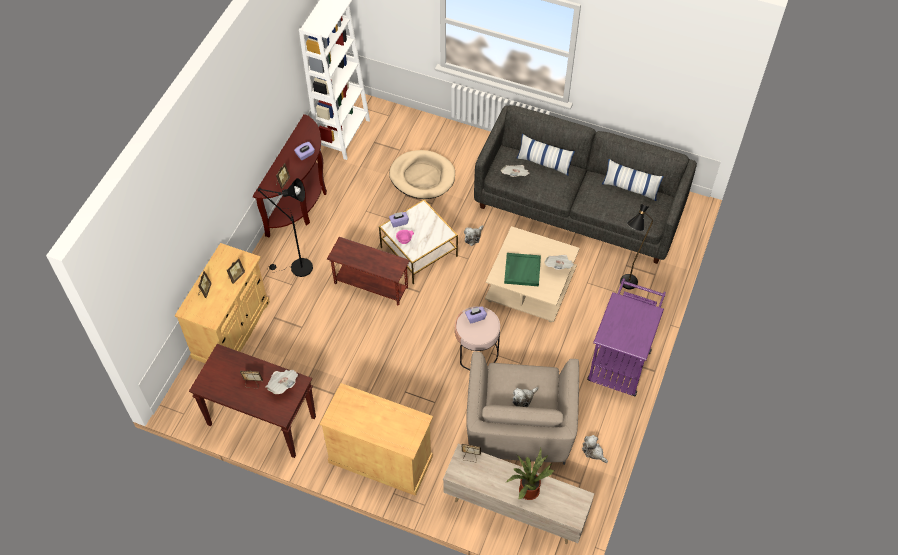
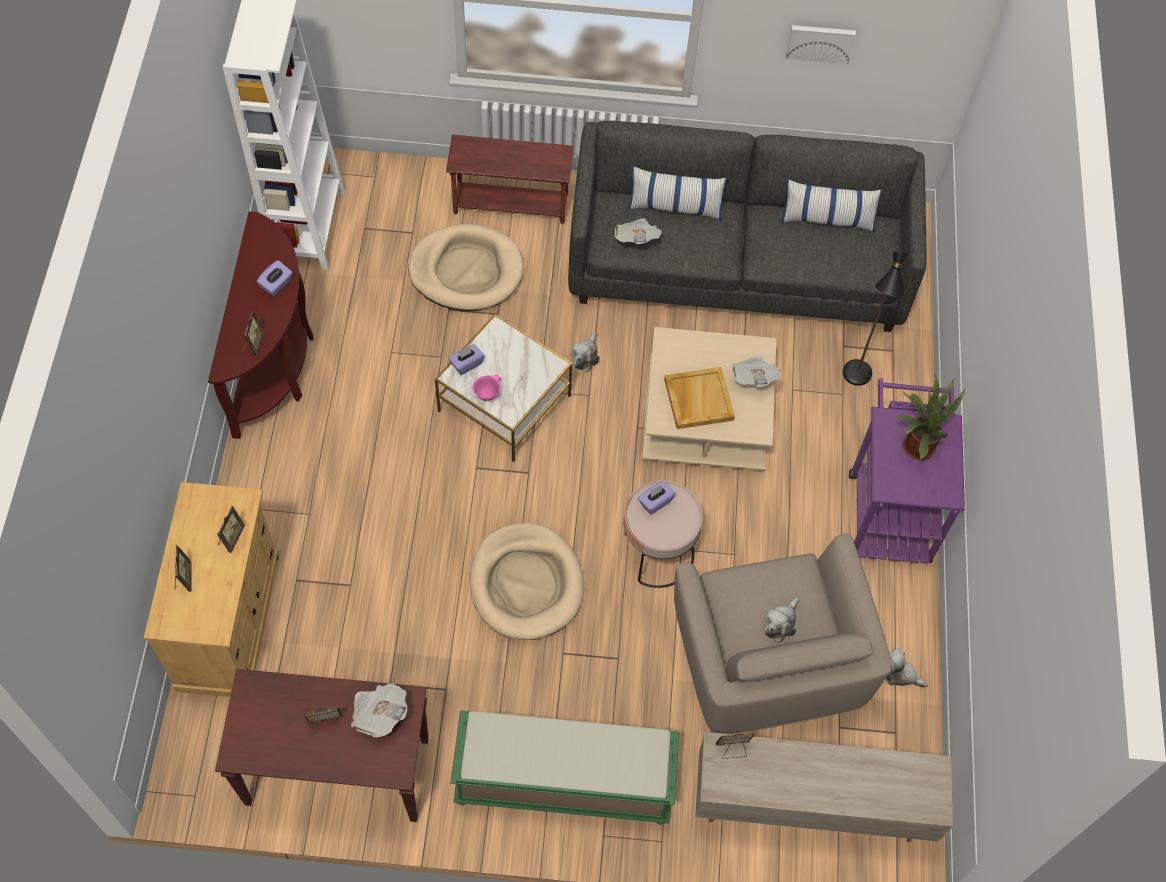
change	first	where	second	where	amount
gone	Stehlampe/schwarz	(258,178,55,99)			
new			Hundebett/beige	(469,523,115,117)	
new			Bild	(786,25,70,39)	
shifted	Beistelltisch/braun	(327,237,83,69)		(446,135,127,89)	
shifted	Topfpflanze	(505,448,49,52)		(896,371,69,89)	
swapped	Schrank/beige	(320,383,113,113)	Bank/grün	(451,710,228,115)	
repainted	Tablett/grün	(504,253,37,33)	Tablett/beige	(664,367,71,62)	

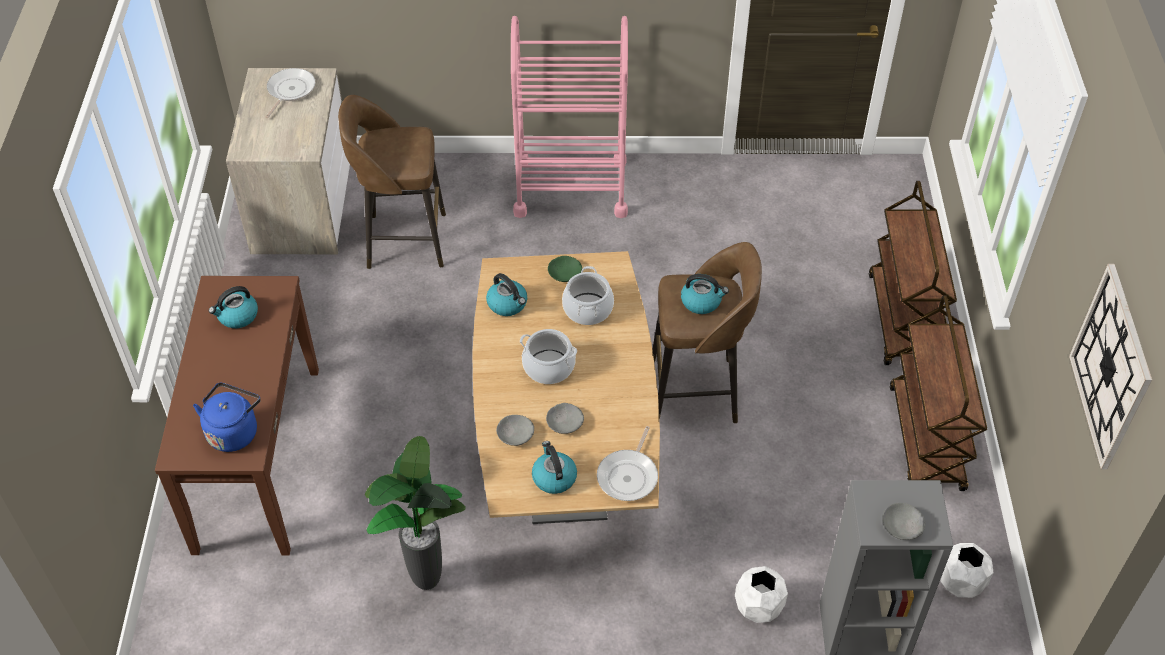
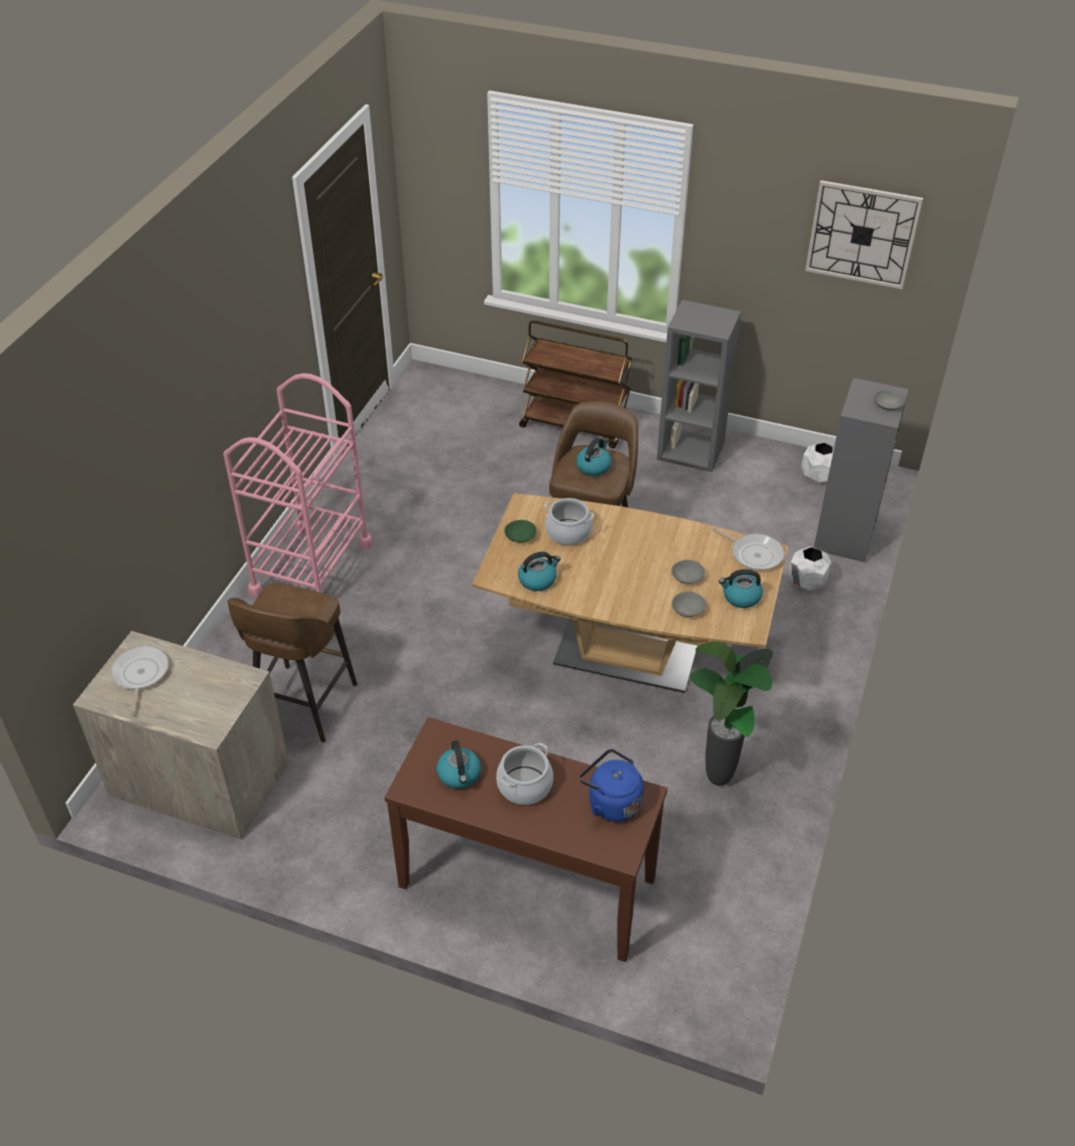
change	first	where	second	where	amount
shifted	Kochtopf	(520,329,57,55)		(496,742,57,63)	
swapped	Rollwagen/braun	(890,295,97,196)	Bücherregal/grau	(657,300,84,172)	
rotated	Pfanne	(266,68,49,50)		(111,646,57,70)	45 degrees clockwise

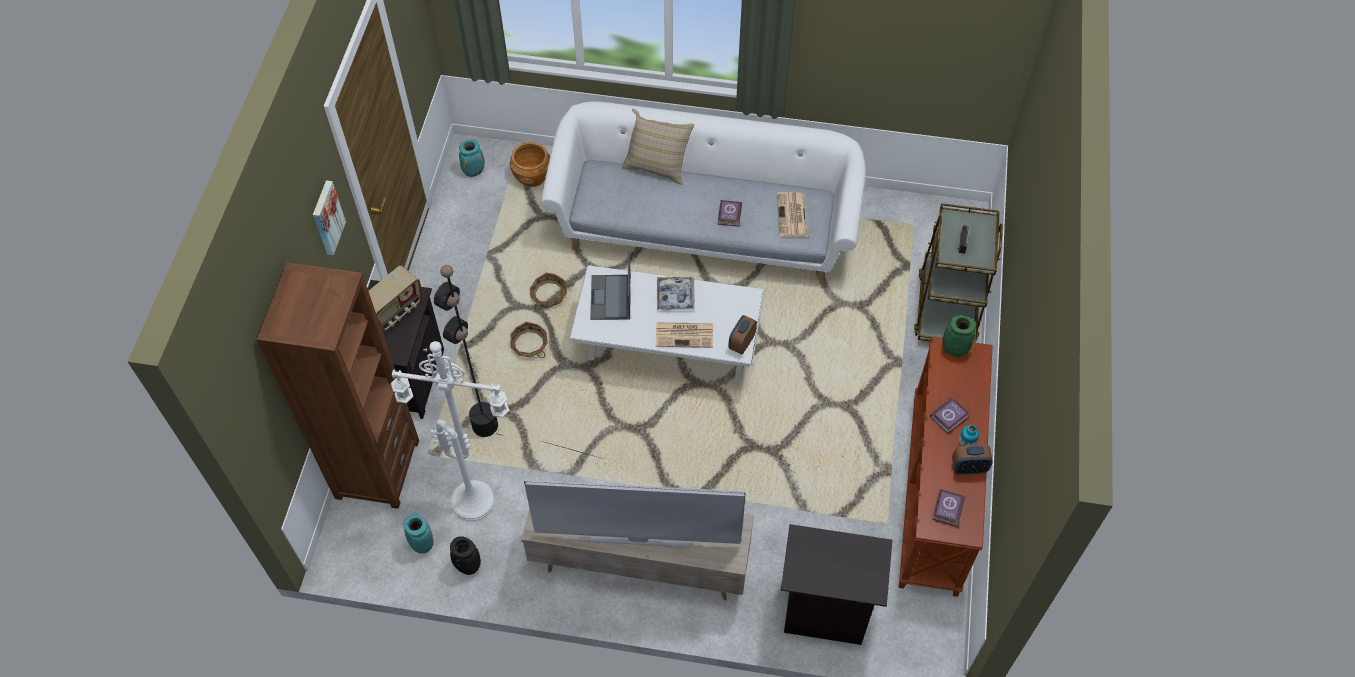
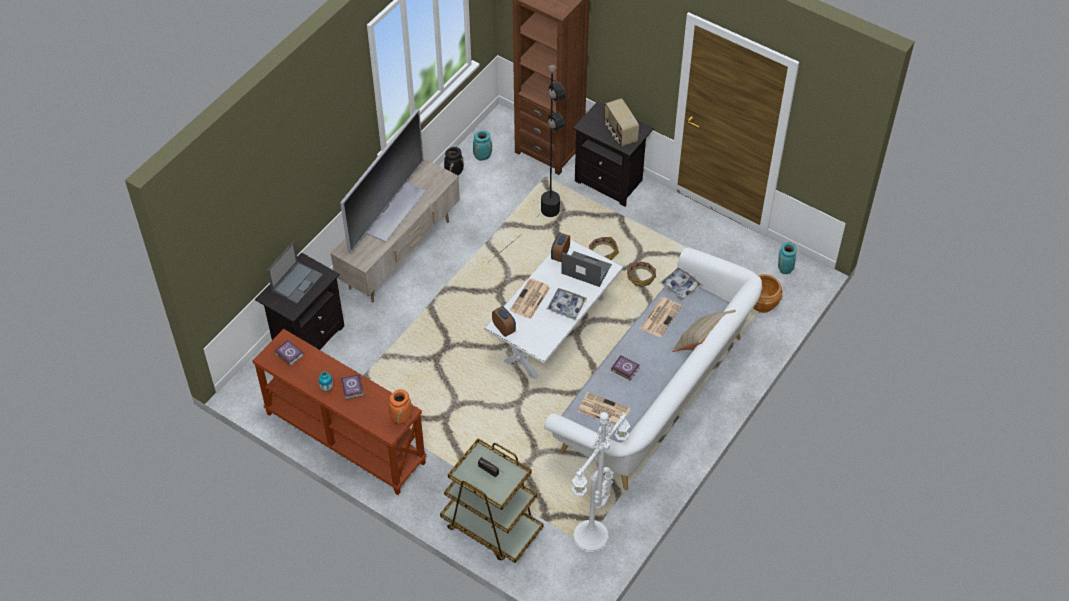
change	first	where	second	where	amount
gone	Bild	(313,180,33,75)			
new			Laptop	(267,241,56,63)	
new			Zeitung	(640,297,42,40)	
new			Tablett	(660,268,42,32)	
shifted	Stehlampe/weiß	(391,341,118,180)		(572,412,58,141)	
shifted	Wecker	(952,445,41,30)		(551,233,19,29)	
repainted	Vase/grün	(942,315,34,42)	Vase/orange	(389,389,23,36)	

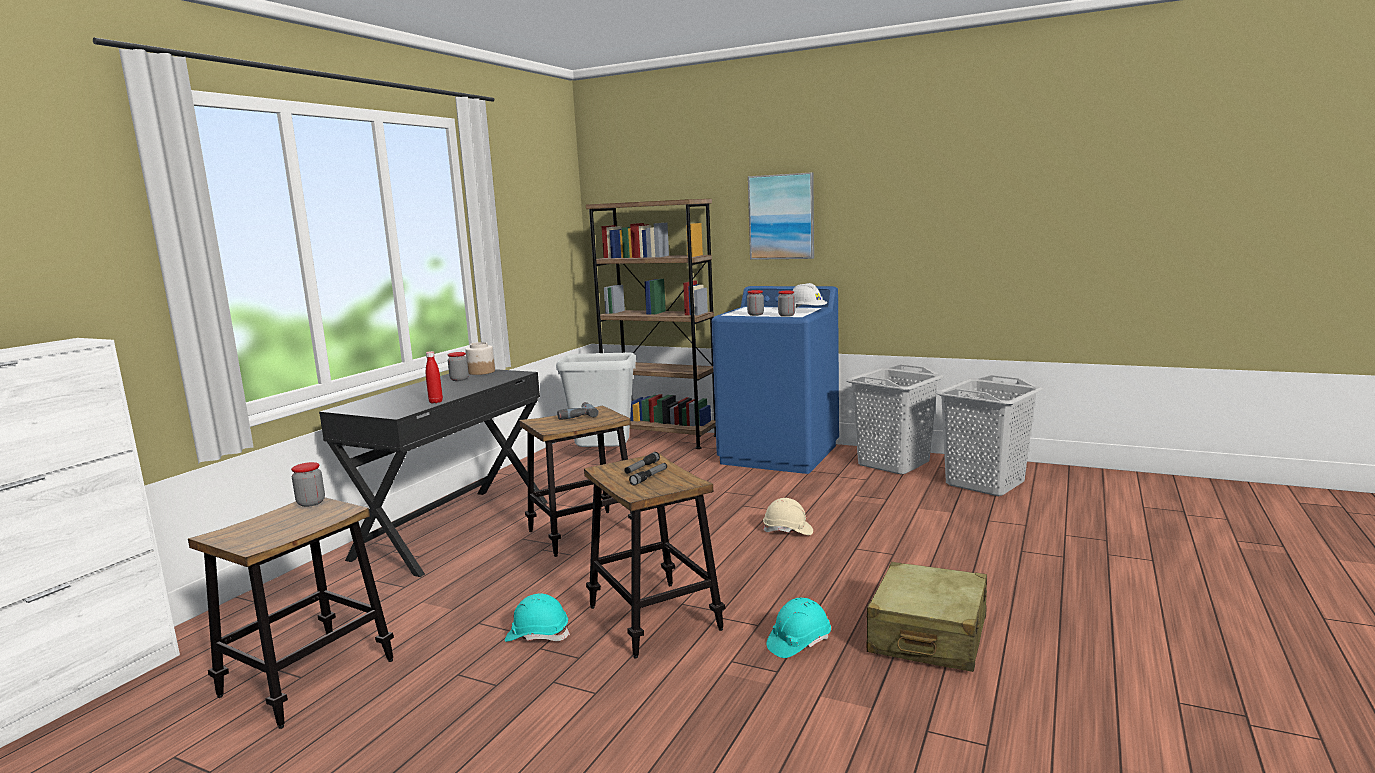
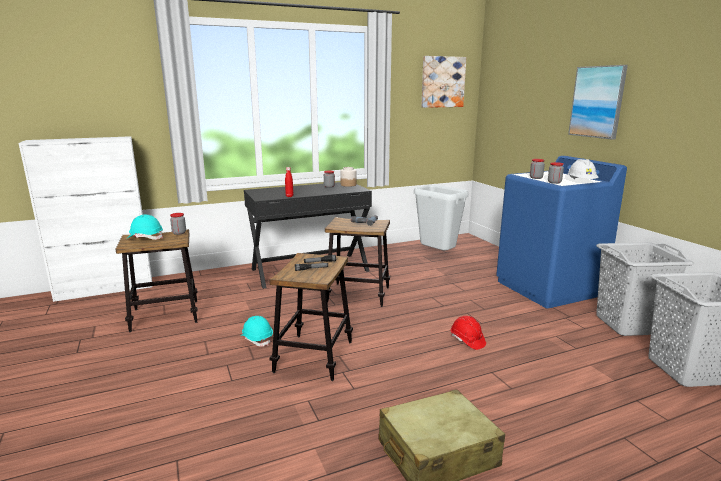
change	first	where	second	where	amount
gone	Bücherregal/braun	(586,199,130,250)			
new			Bild	(421,56,45,52)	
shifted	Schutzhelm/türkis	(766,598,65,60)		(126,214,37,26)	
repainted	Schutzhelm/beige	(763,498,50,38)	Schutzhelm/rot	(450,316,36,34)	

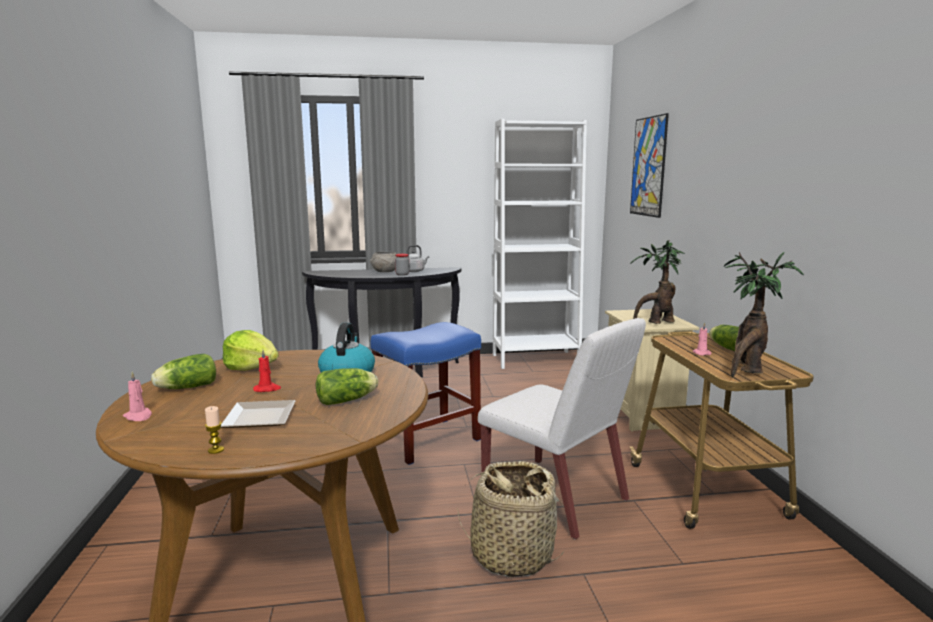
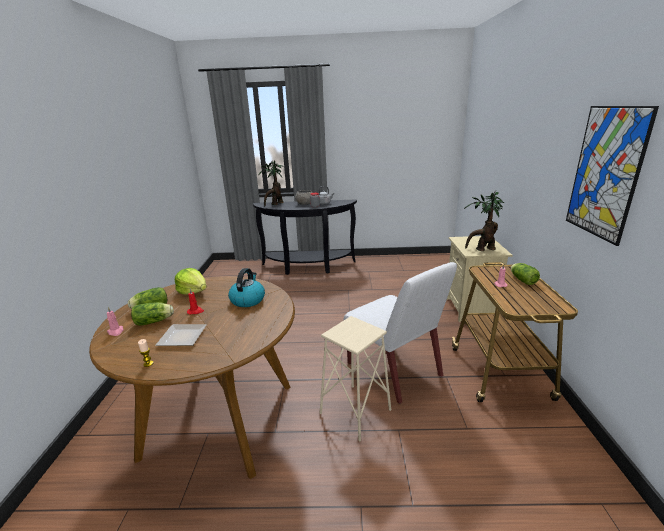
change	first	where	second	where	amount
gone	Hocker/blau	(371,322,110,143)			
gone	Bücherregal/weiß	(493,119,94,250)			
shifted	Salatkopf	(316,368,62,37)		(131,302,43,24)	
shifted	Bild	(630,113,39,105)		(566,106,93,140)	
shifted	Topfpflanze	(723,252,81,125)		(258,160,26,46)	
swapped	Korb	(457,461,108,116)	Hocker/beige	(320,316,71,125)	

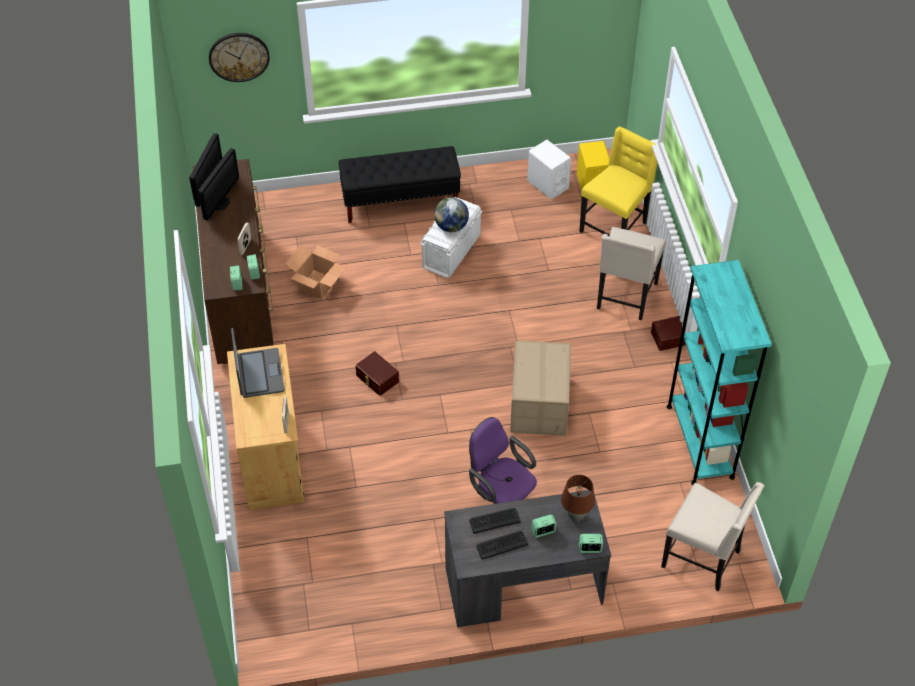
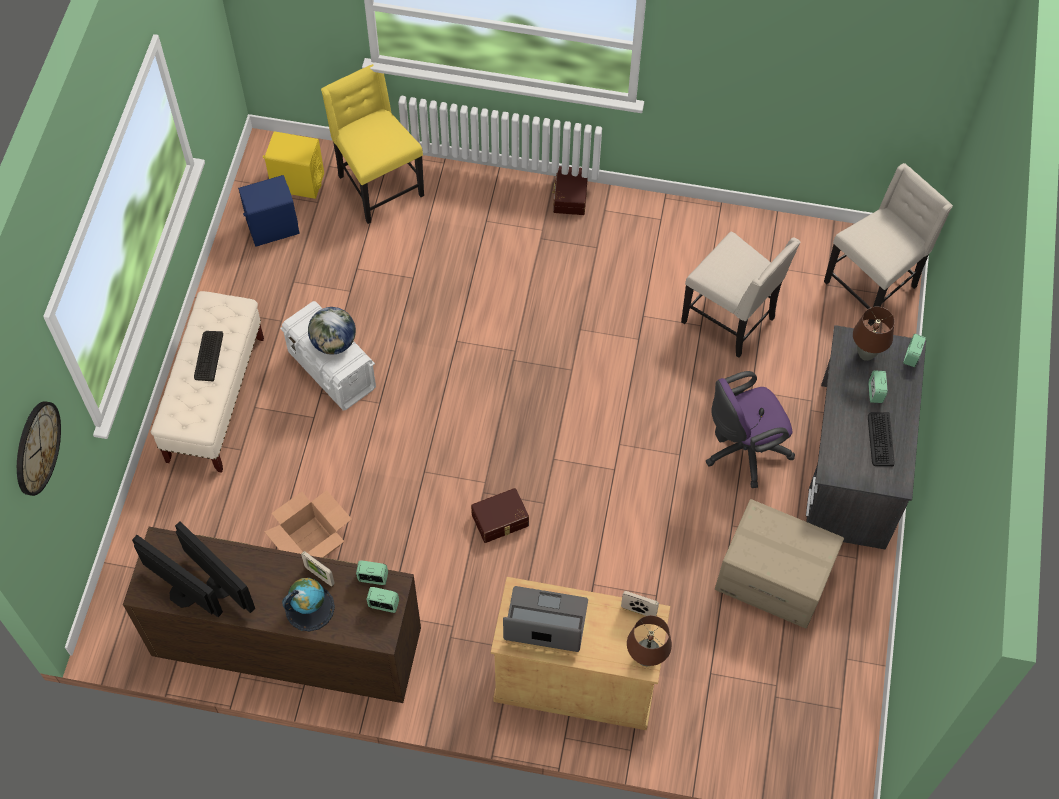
change	first	where	second	where	amount
gone	Bücherregal/türkis	(667,260,105,225)			
new			Globus	(282,578,53,54)	
new			Tischlampe/braun	(627,615,45,52)	
shifted	Tastatur	(469,508,52,26)		(194,331,29,50)	
shifted	Karton	(510,341,61,95)		(715,499,129,130)	
shifted	Stuhl/beige	(597,227,69,93)		(681,232,120,126)	
repainted	Bank/schwarz	(339,146,122,77)	Bank/beige	(151,291,113,182)	
repainted	Lautsprecher/weiß	(527,140,44,59)	Lautsprecher/blau	(238,175,62,72)	

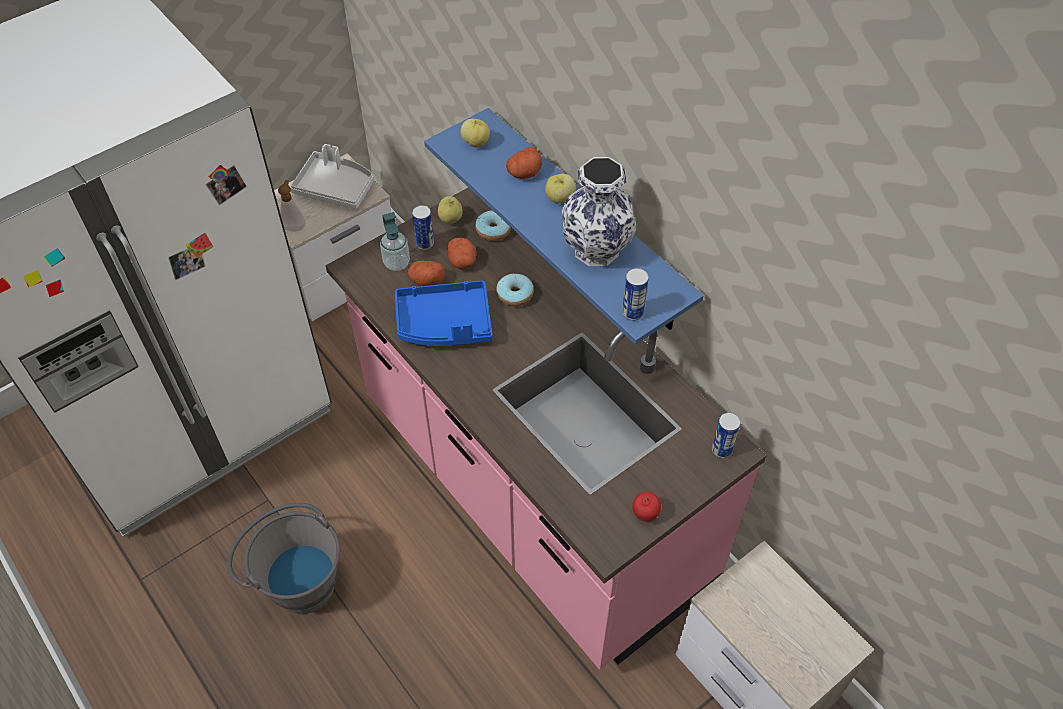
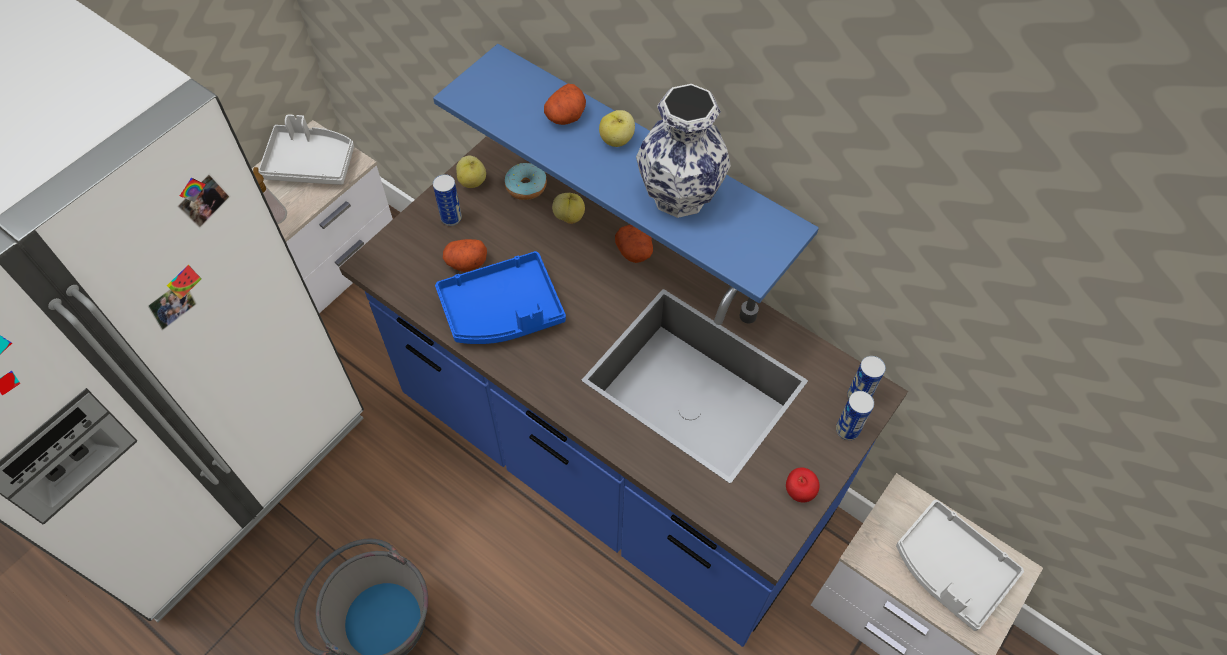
change	first	where	second	where	amount
gone	Seifenspender	(380,212,30,59)			
gone	Donut	(496,274,38,32)			
new			Tablett/grau	(896,500,128,131)	
shifted	Kartoffel	(447,237,30,32)		(615,224,38,39)	
shifted	Apfel	(460,119,30,28)		(552,193,33,31)	
shifted	Dose	(622,268,27,53)		(836,391,38,49)	
repainted	Küchenzeile/rosa	(325,187,442,483)	Küchenzeile/blau	(339,136,569,511)	

